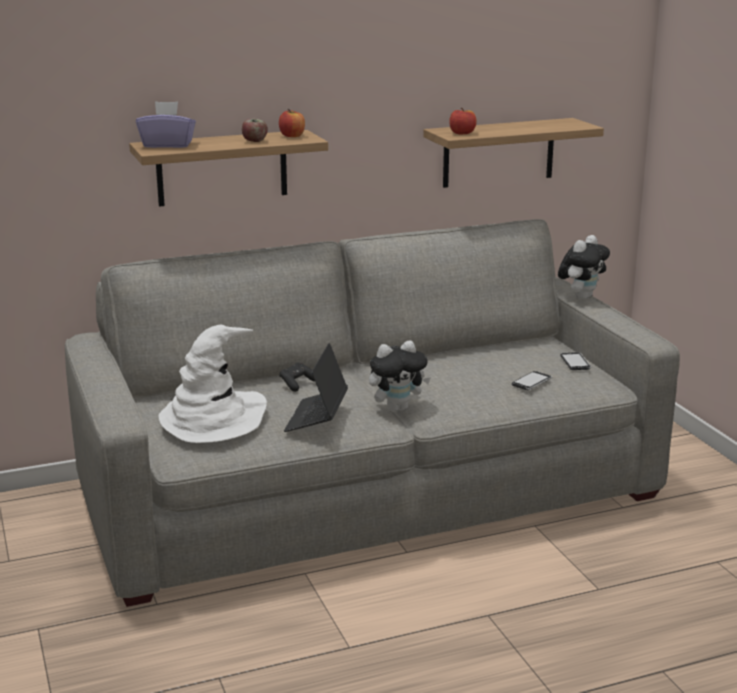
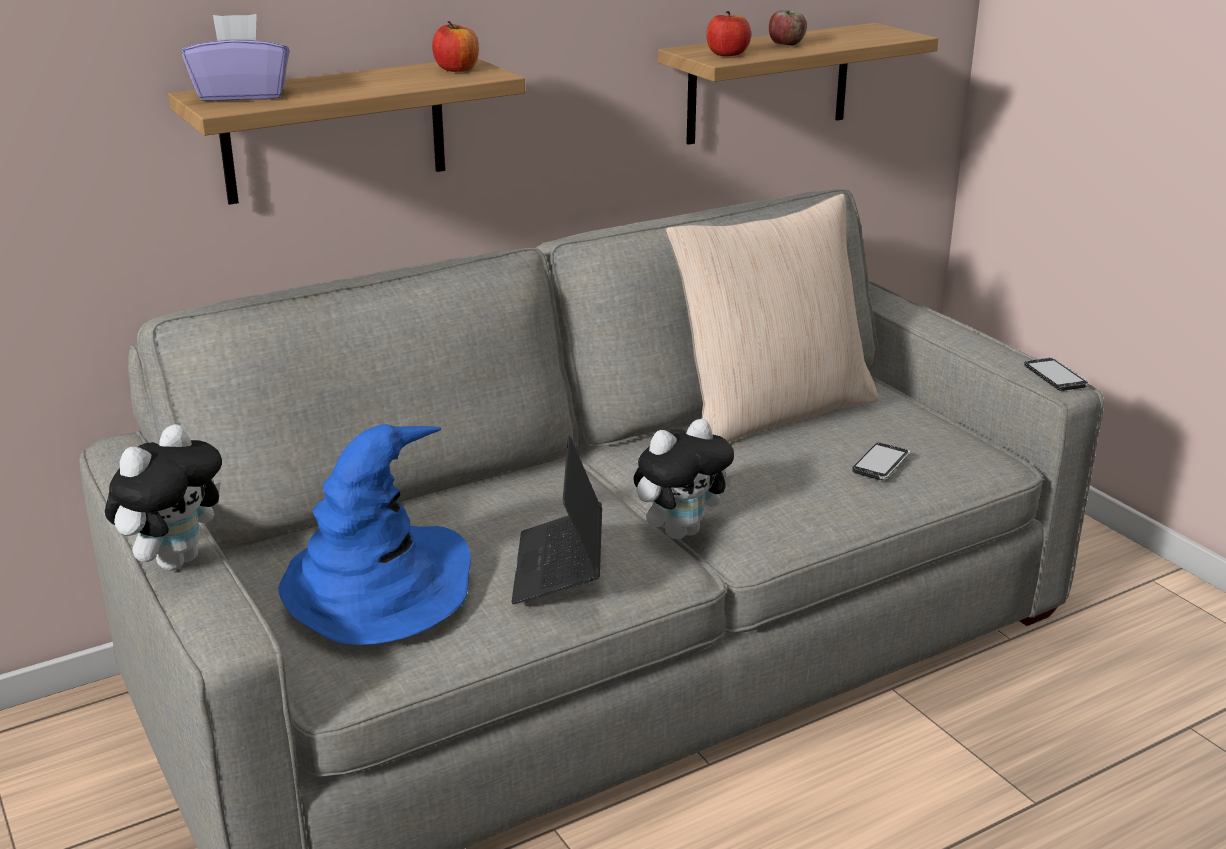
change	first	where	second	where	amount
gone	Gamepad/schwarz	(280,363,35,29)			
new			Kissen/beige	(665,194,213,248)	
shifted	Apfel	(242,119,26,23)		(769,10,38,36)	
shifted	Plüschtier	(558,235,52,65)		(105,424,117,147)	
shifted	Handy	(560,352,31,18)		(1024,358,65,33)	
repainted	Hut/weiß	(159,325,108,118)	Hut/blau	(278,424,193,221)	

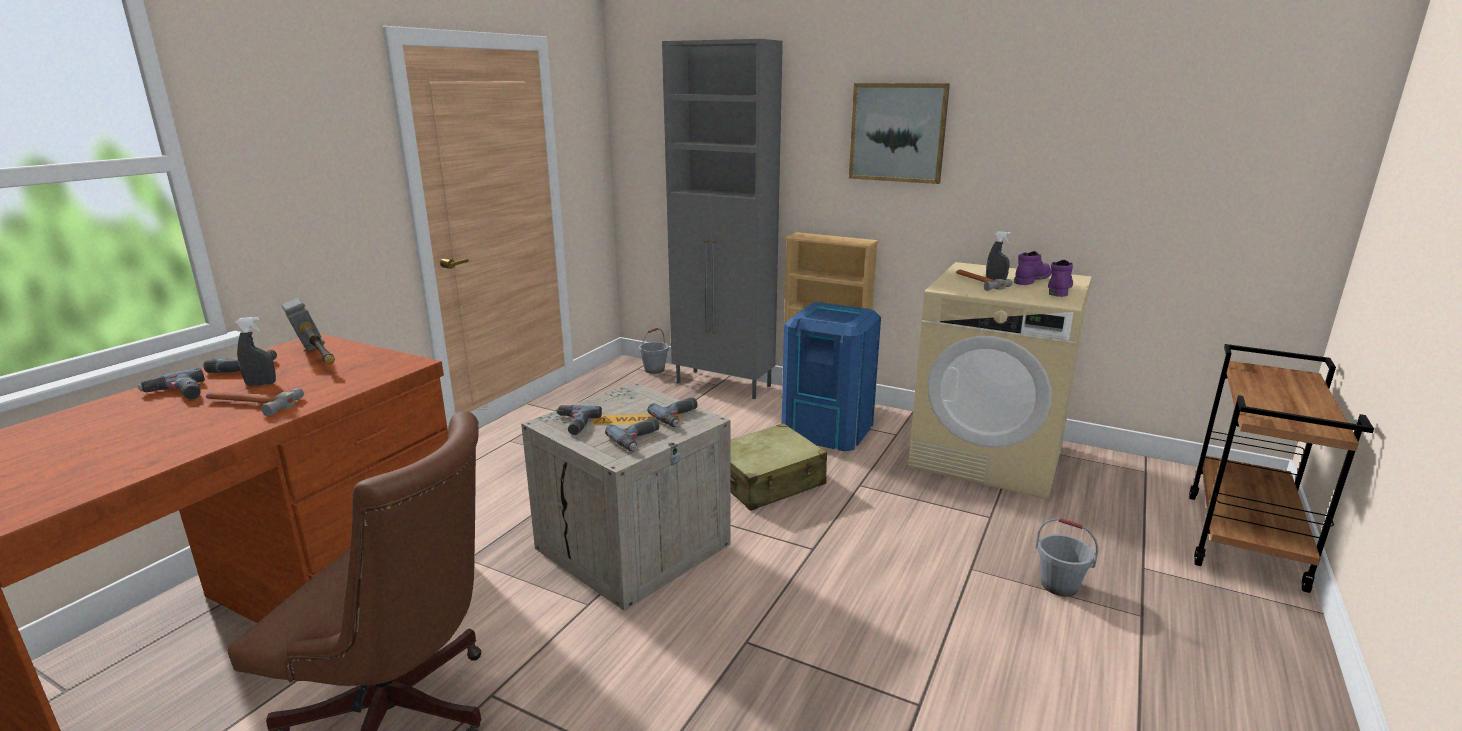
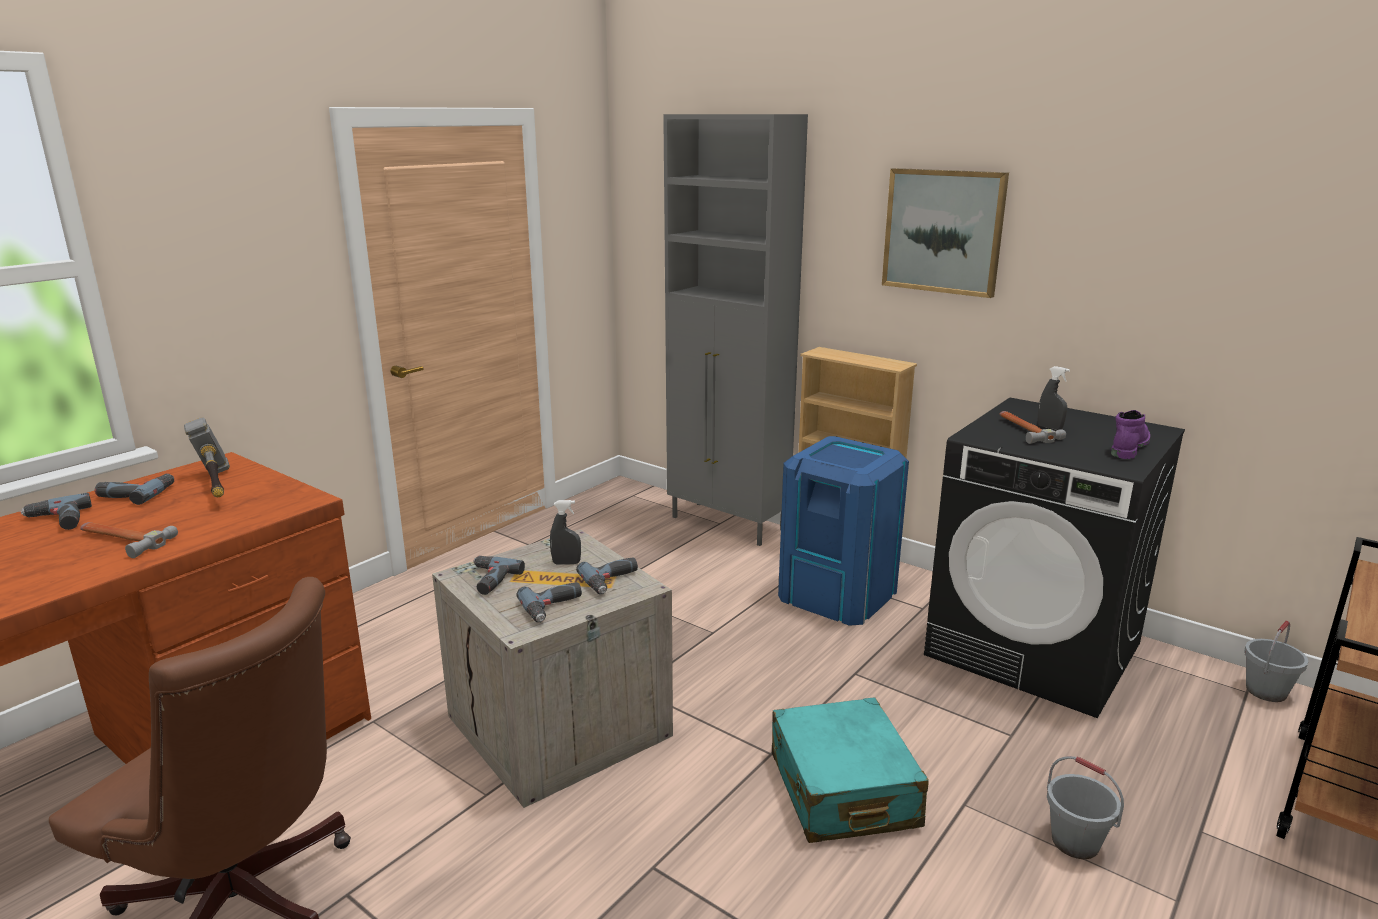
change	first	where	second	where	amount
gone	Koffer/beige	(731,423,96,88)			
gone	Stiefel/lila	(1014,251,37,34)			
new			Koffer/türkis	(772,697,157,146)	
shifted	Sprühflasche/grau	(235,317,41,69)		(550,500,31,65)	
shifted	Eimer/grau	(639,328,30,46)		(1244,621,64,81)	
repainted	Waschmaschine/beige	(908,262,184,237)	Waschmaschine/schwarz	(924,398,261,320)	

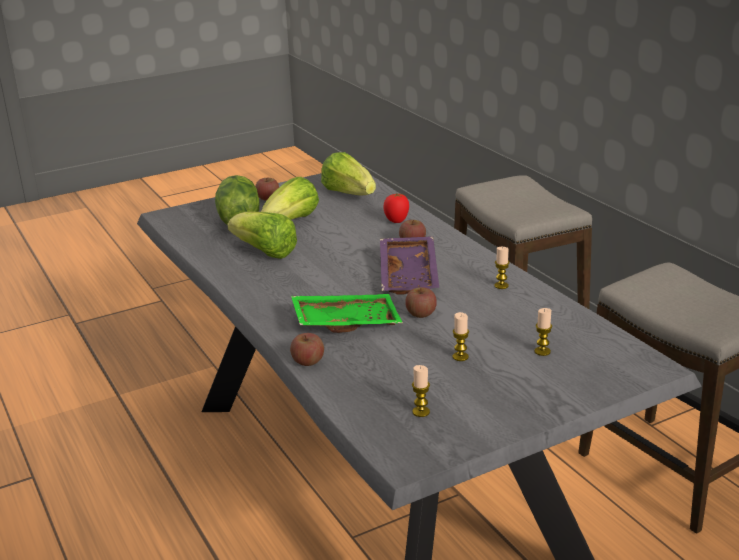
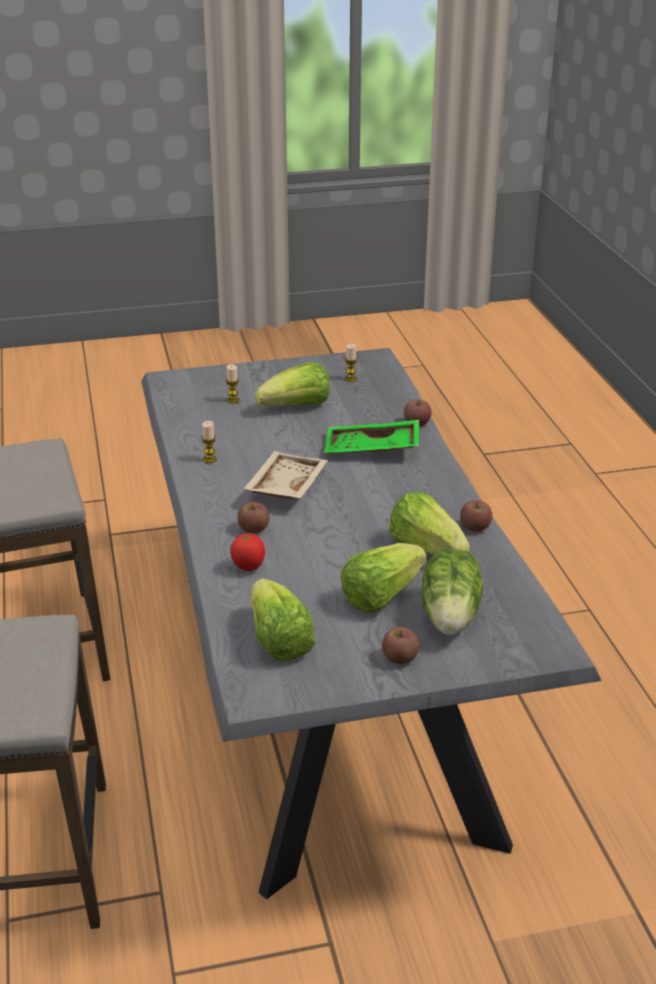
change	first	where	second	where	amount
shifted	Apfel	(405,287,32,31)		(460,500,32,32)	
swapped	Kerze	(453,312,16,49)	Salatkopf	(255,362,75,44)	
repainted	Tablett/lila	(380,236,59,59)	Tablett/beige	(243,451,85,48)	

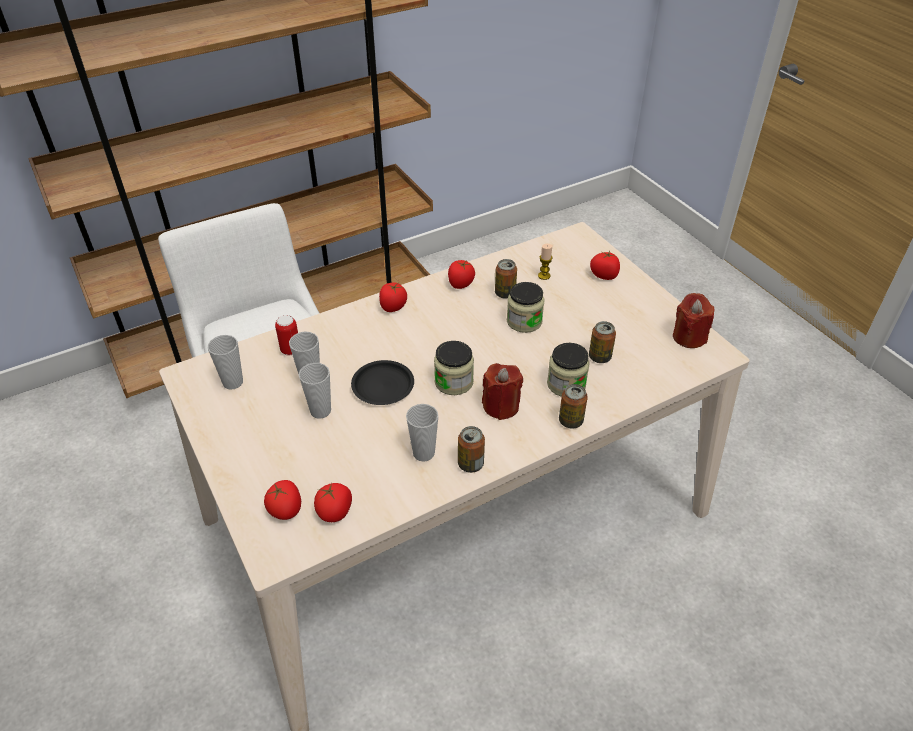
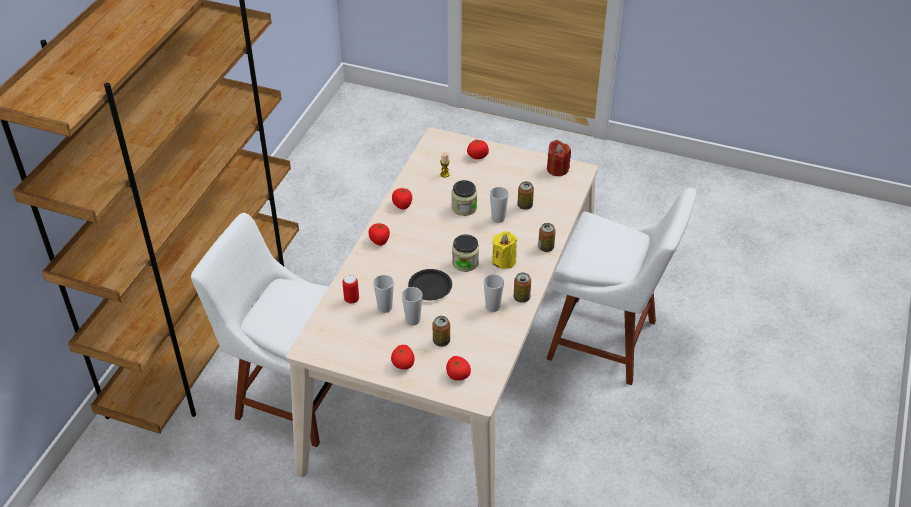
change	first	where	second	where	amount
gone	Vorratsglas	(547,343,43,54)			
new			Stuhl/weiß	(547,188,149,197)	
shifted	Tasse	(208,335,35,55)		(490,187,19,36)	
shifted	Tomate	(314,483,38,39)		(391,345,24,25)	
shifted	Dose	(495,259,22,40)		(432,316,18,31)	
repainted	Kerze/rot	(482,363,41,57)	Kerze/gelb	(492,231,25,38)	

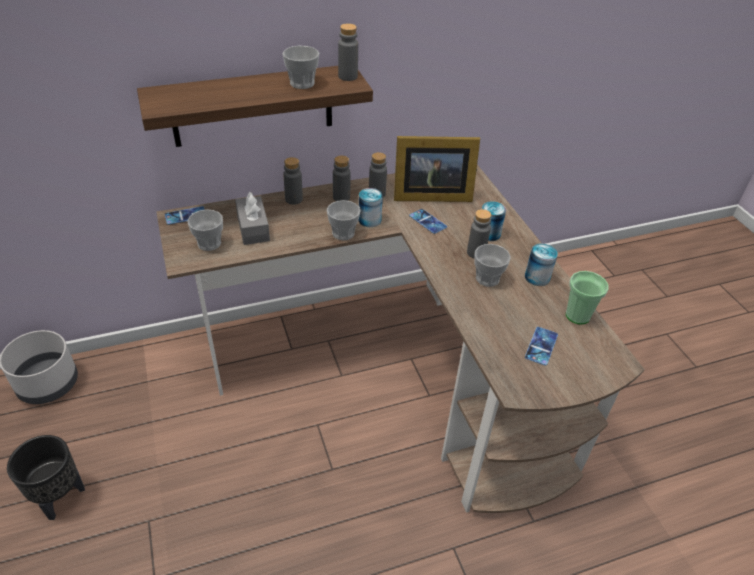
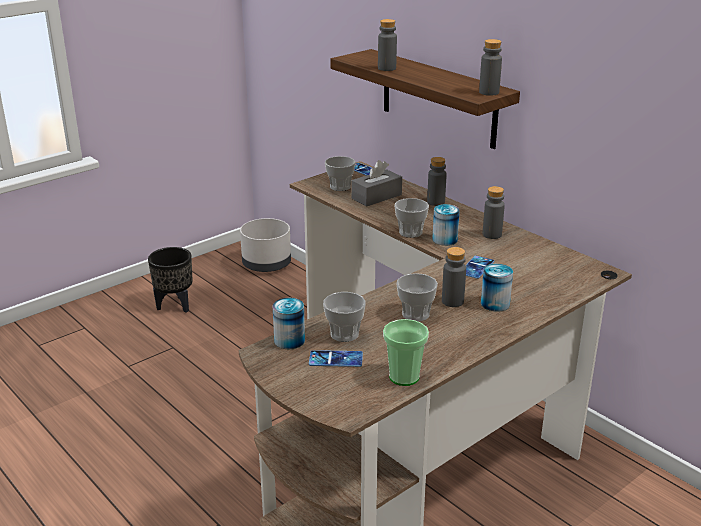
change	first	where	second	where	amount
gone	Bilderrahmen	(394,136,86,66)			
shifted	Tasse	(283,46,36,43)		(323,292,43,50)	
shifted	Flasche/grau	(333,155,18,46)		(378,19,19,52)	
shifted	Dose	(525,244,33,42)		(273,298,32,51)	

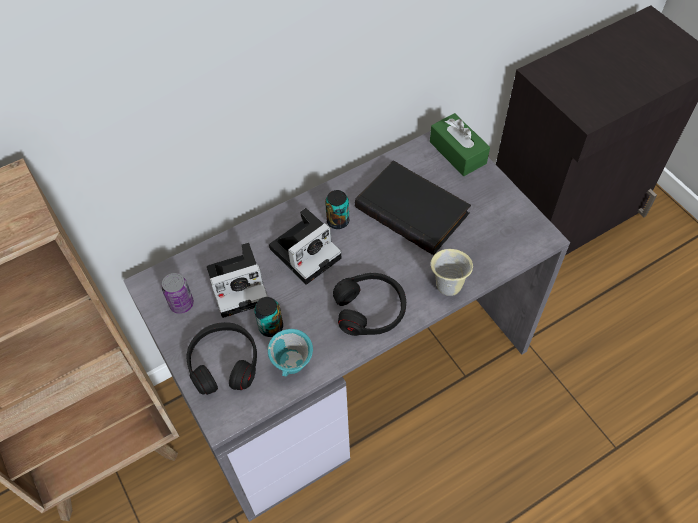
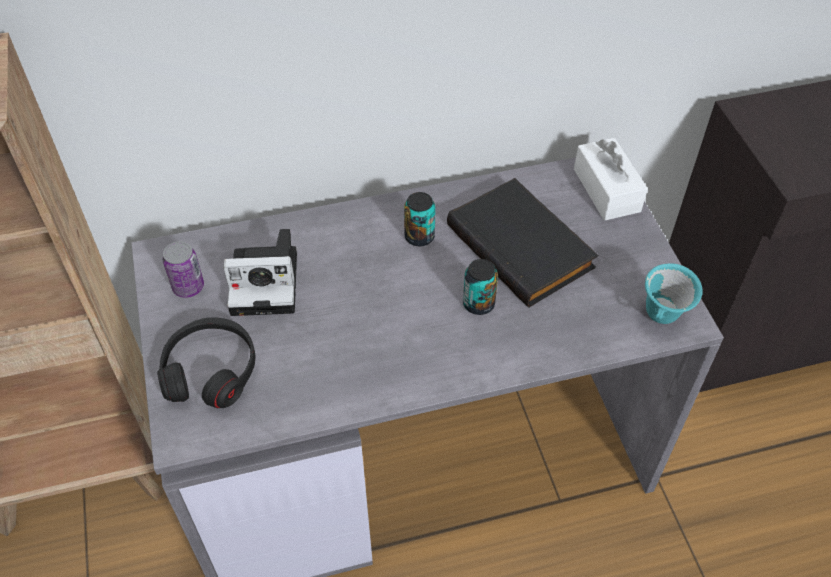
change	first	where	second	where	amount
gone	Kamera	(269,208,72,77)			
gone	Kopfhörer/schwarz	(333,273,73,63)			
gone	Henkelbecher/beige	(430,249,43,47)			
shifted	Dose	(254,297,29,40)		(463,259,35,56)	
shifted	Henkelbecher/türkis	(268,329,45,48)		(645,263,57,61)	
repainted	Taschentuchbox/grün	(430,113,60,63)	Taschentuchbox/weiß	(574,138,74,83)	

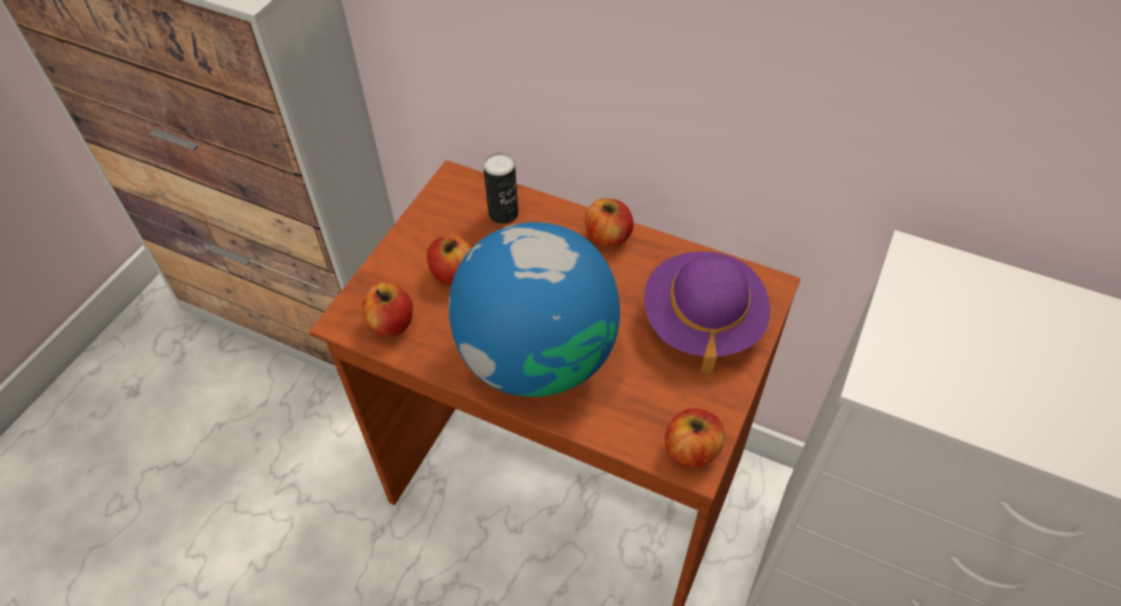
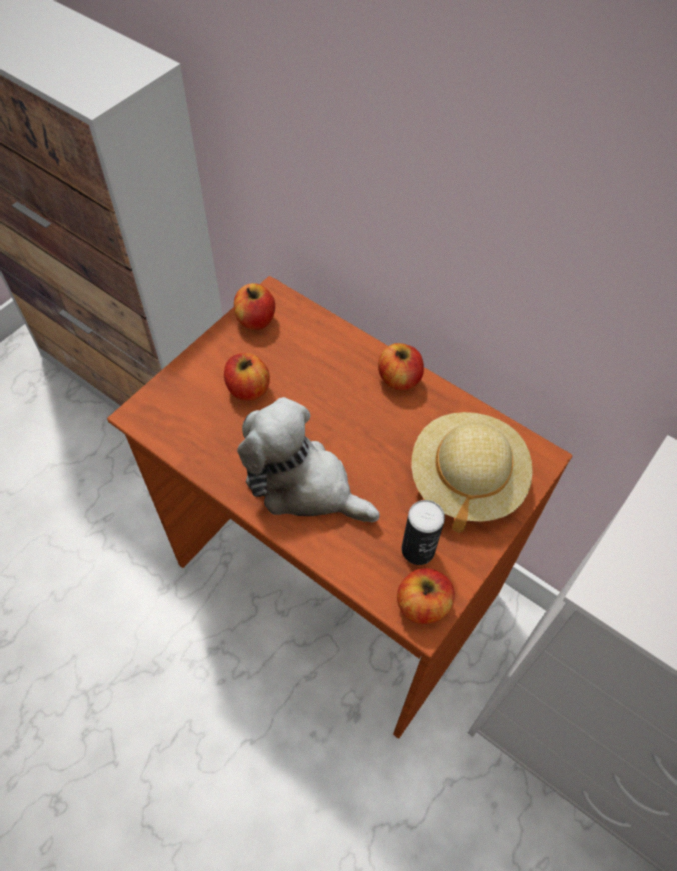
change	first	where	second	where	amount
shifted	Apfel	(362,282,51,55)		(234,283,41,47)	
shifted	Dose	(483,153,35,71)		(402,500,43,65)	
swapped	Globus	(449,222,171,175)	Plüschtier	(237,397,143,125)	
repainted	Hut/lila	(644,252,126,122)	Hut/beige	(411,412,122,121)	

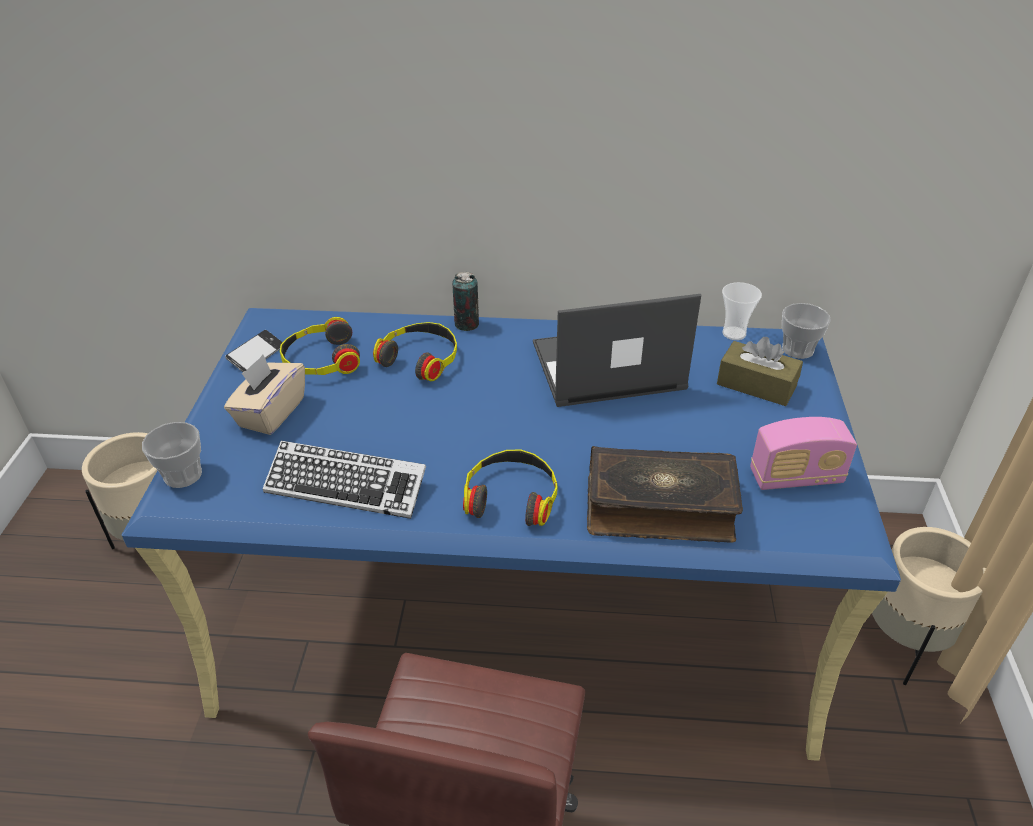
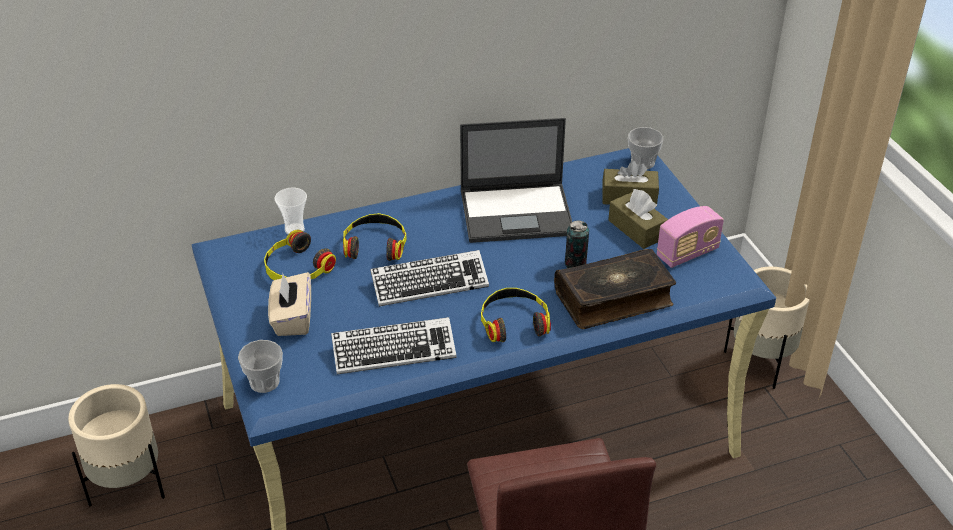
change	first	where	second	where	amount
gone	Handy	(225,330,58,42)			
new			Tastatur	(370,250,119,56)	
new			Taschentuchbox/braun	(608,189,60,60)	
shifted	Dose	(452,272,27,59)		(565,221,24,47)	
shifted	Tasse	(722,282,40,58)		(274,188,33,46)	
rotated	Laptop	(533,294,168,113)		(460,118,112,125)	150 degrees counterclockwise

